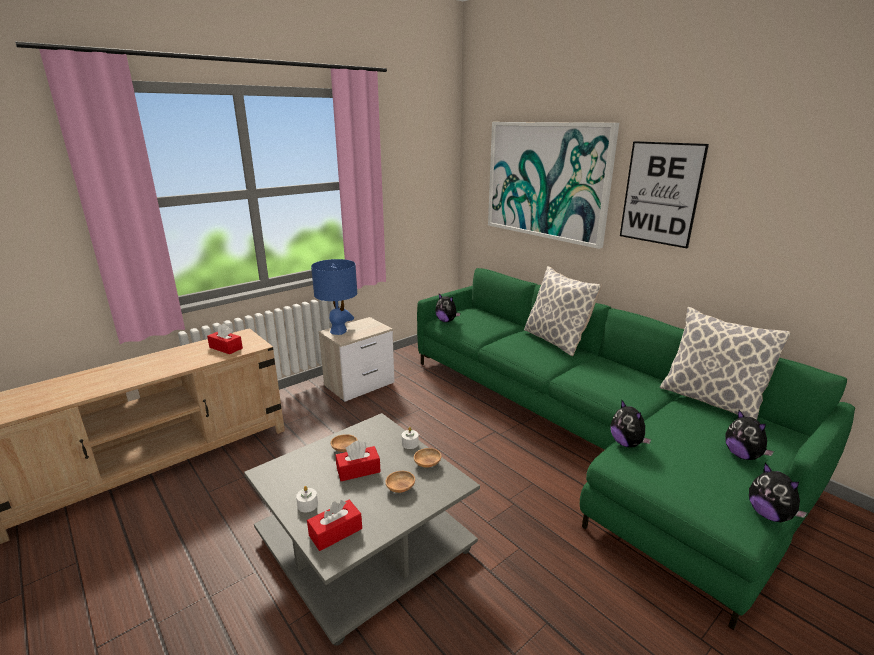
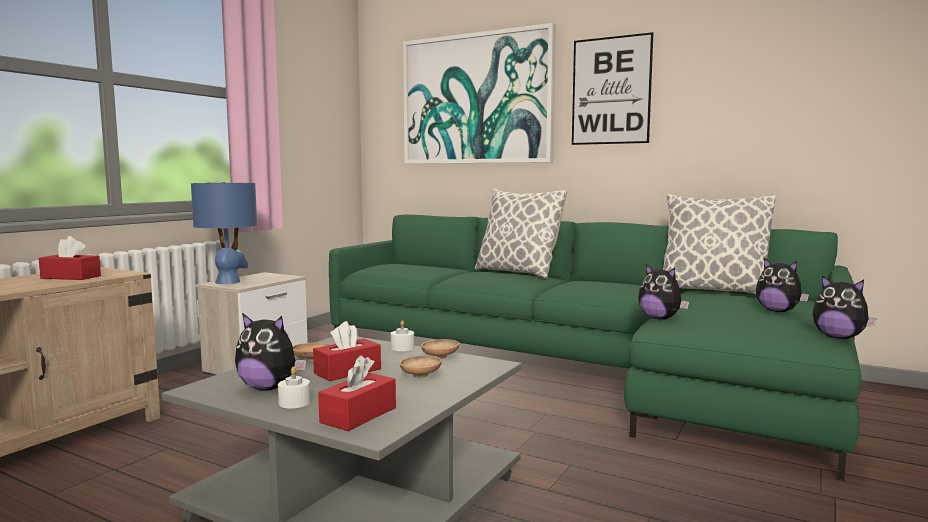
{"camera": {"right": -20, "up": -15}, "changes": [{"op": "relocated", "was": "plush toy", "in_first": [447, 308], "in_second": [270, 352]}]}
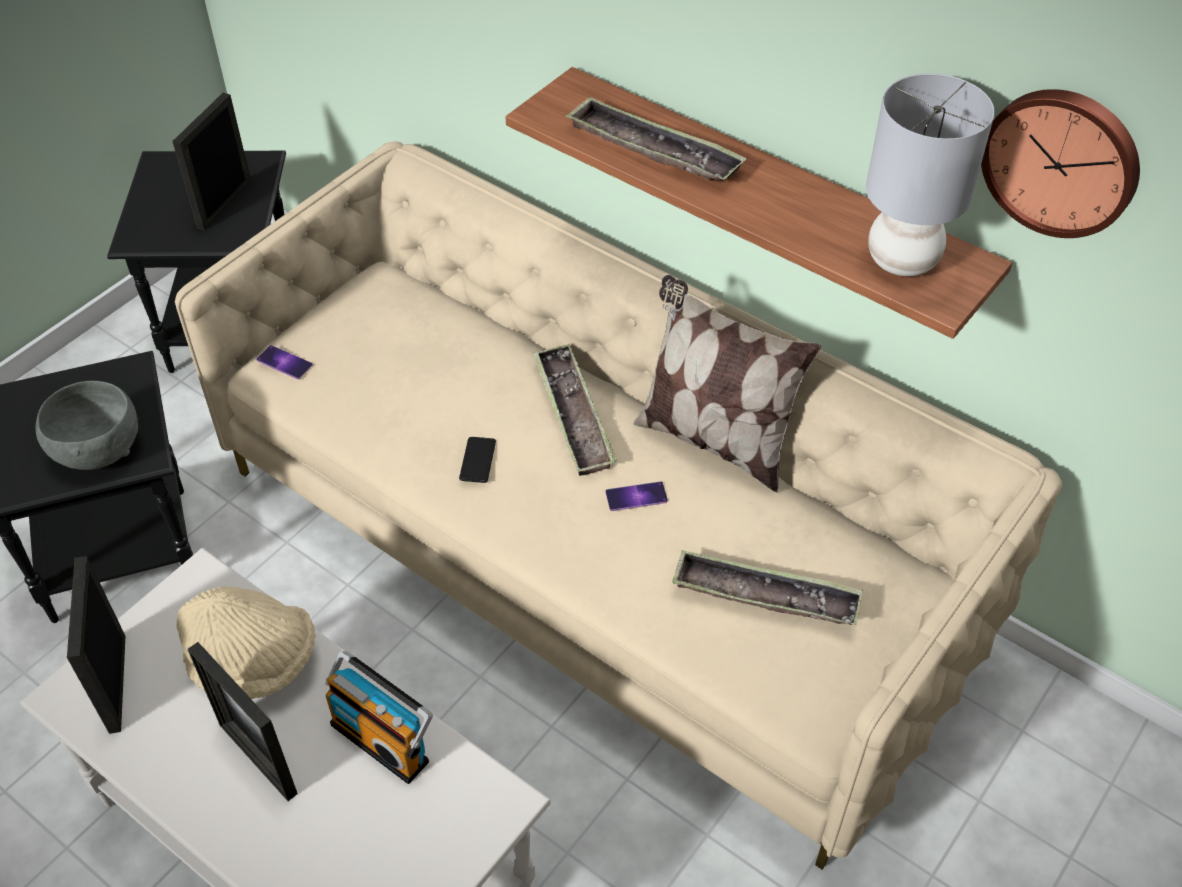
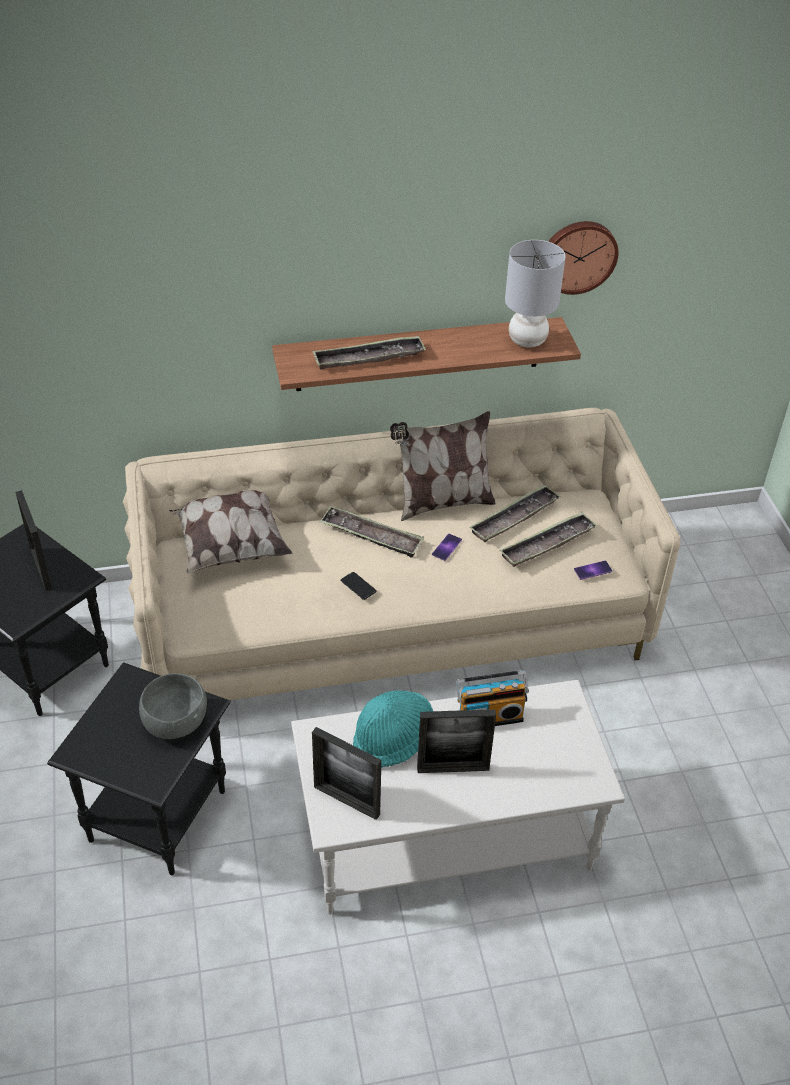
{"camera": {"right": -50, "up": -5}, "changes": [{"op": "appeared", "now": "cushion", "in_second": [231, 531]}, {"op": "appeared", "now": "serving tray", "in_second": [515, 513]}, {"op": "relocated", "was": "phone", "in_first": [284, 362], "in_second": [593, 570]}, {"op": "colour", "was": "sand-coloured hat", "now": "blue-green hat", "in_first": [246, 642], "in_second": [393, 729]}]}
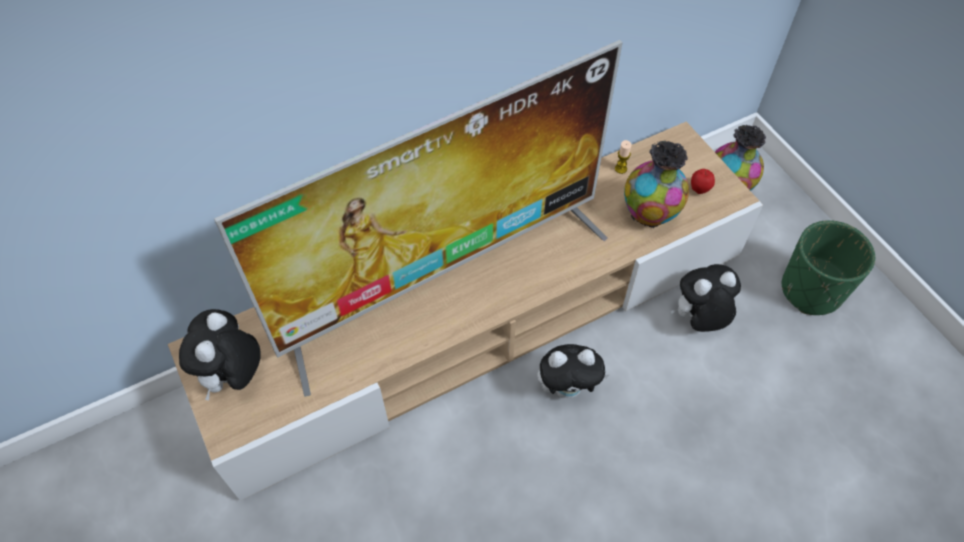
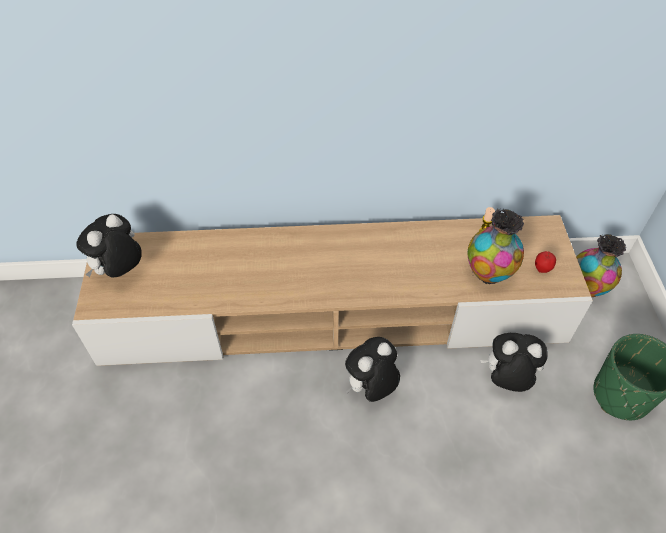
{"camera": {"right": 25, "up": -5}, "changes": [{"op": "missing", "was": "TV", "in_first": [418, 218]}, {"op": "spun", "was": "plush toy", "in_first": [573, 371], "in_second": [372, 369], "clockwise": 120}]}
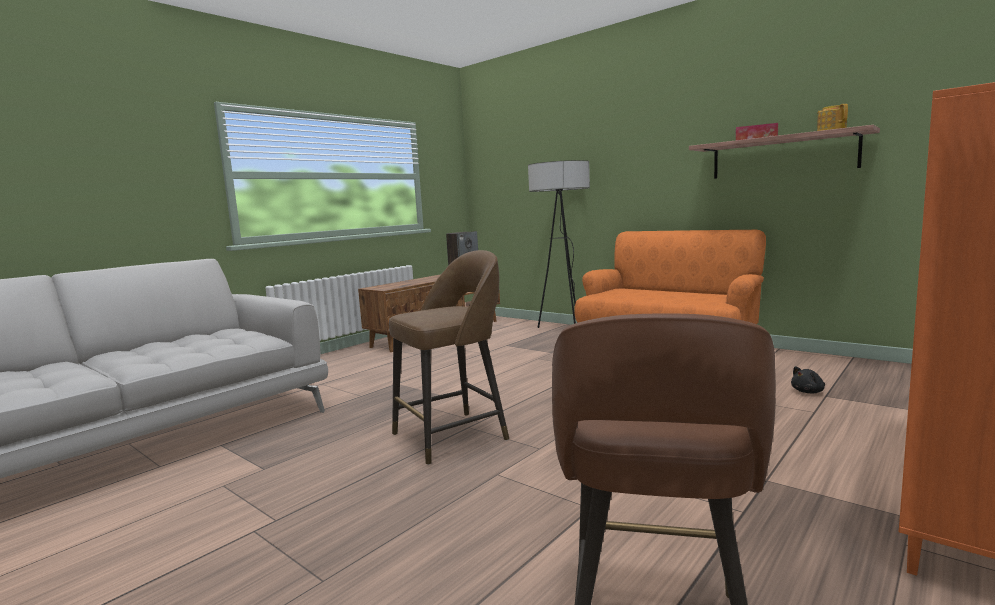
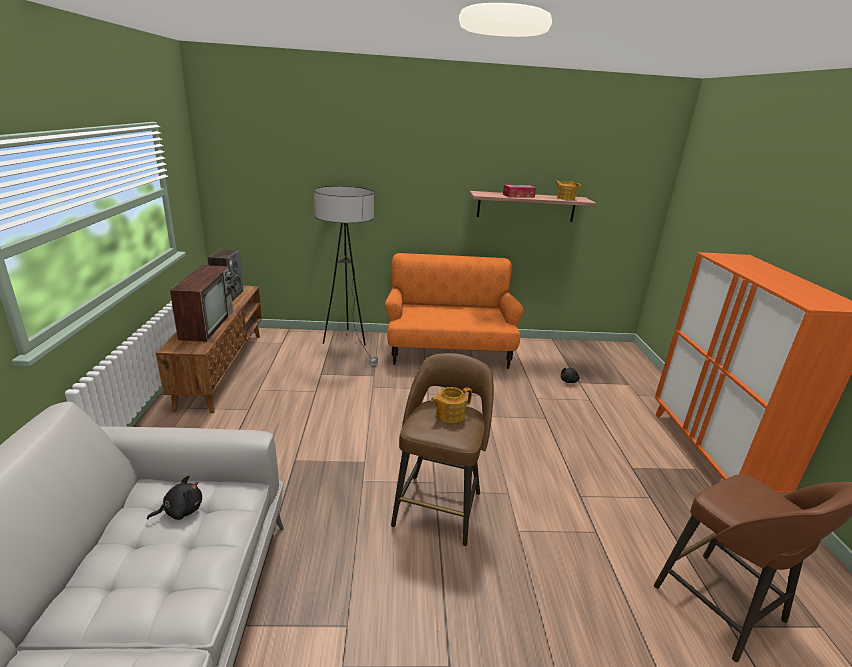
{"camera": {"right": -45, "up": 15}, "changes": [{"op": "appeared", "now": "blackish plush toy", "in_second": [174, 497]}, {"op": "appeared", "now": "TV", "in_second": [202, 303]}, {"op": "appeared", "now": "tea pot", "in_second": [451, 405]}]}
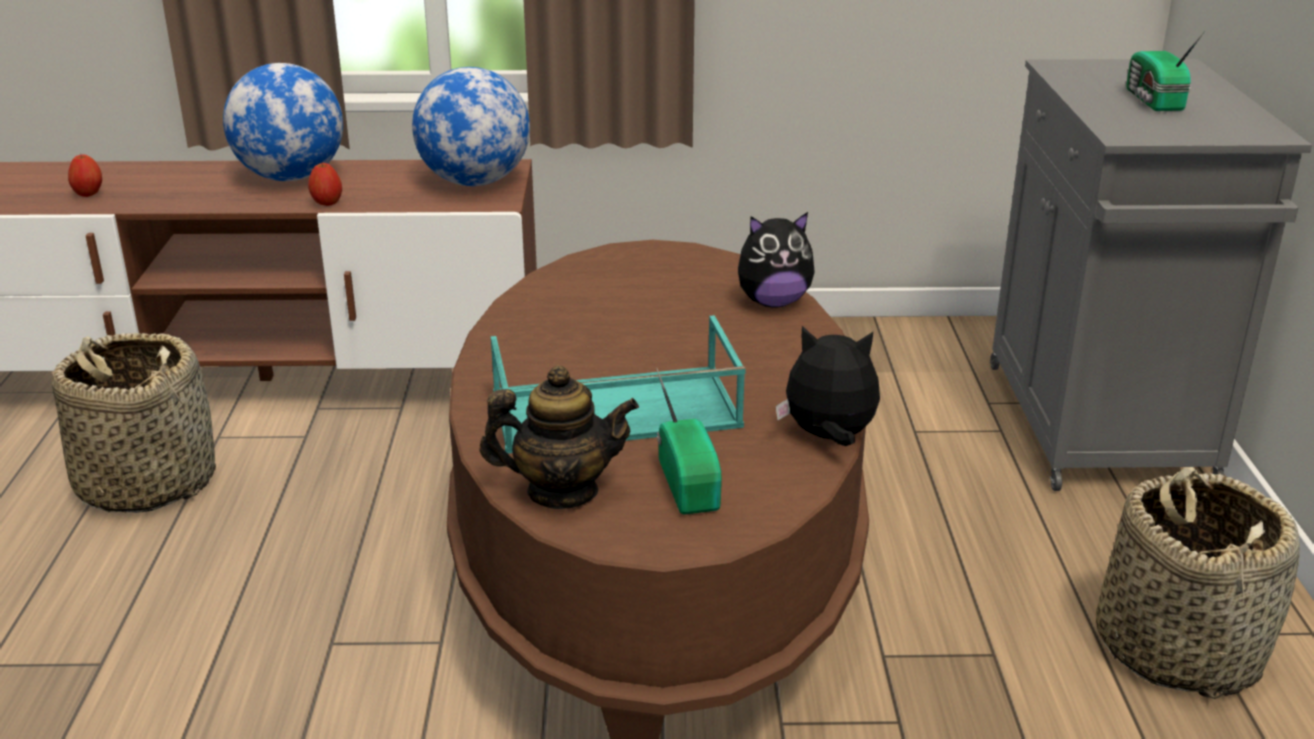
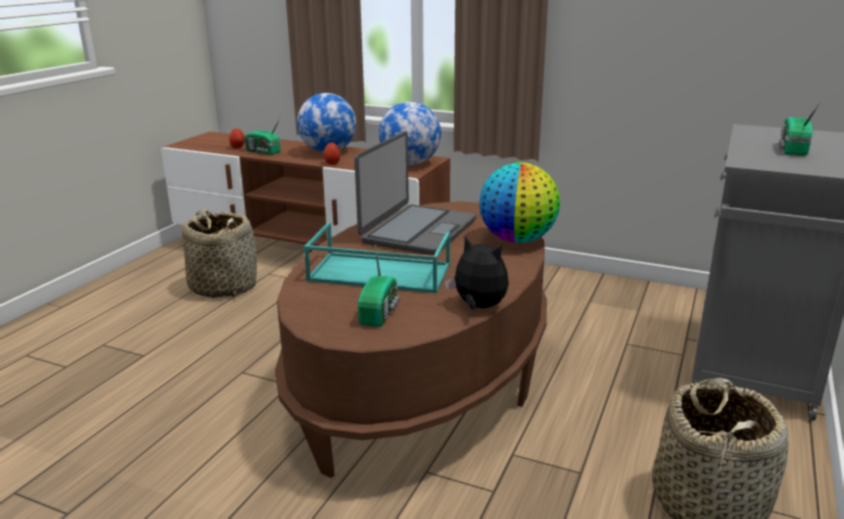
{"camera": {"right": 25, "up": -5}, "changes": [{"op": "missing", "was": "tea pot", "in_first": [559, 437]}, {"op": "appeared", "now": "radio set", "in_second": [262, 137]}, {"op": "appeared", "now": "portable computer", "in_second": [415, 193]}, {"op": "exchanged", "was": "plush toy", "now": "world globe", "in_first": [776, 259], "in_second": [519, 202]}]}
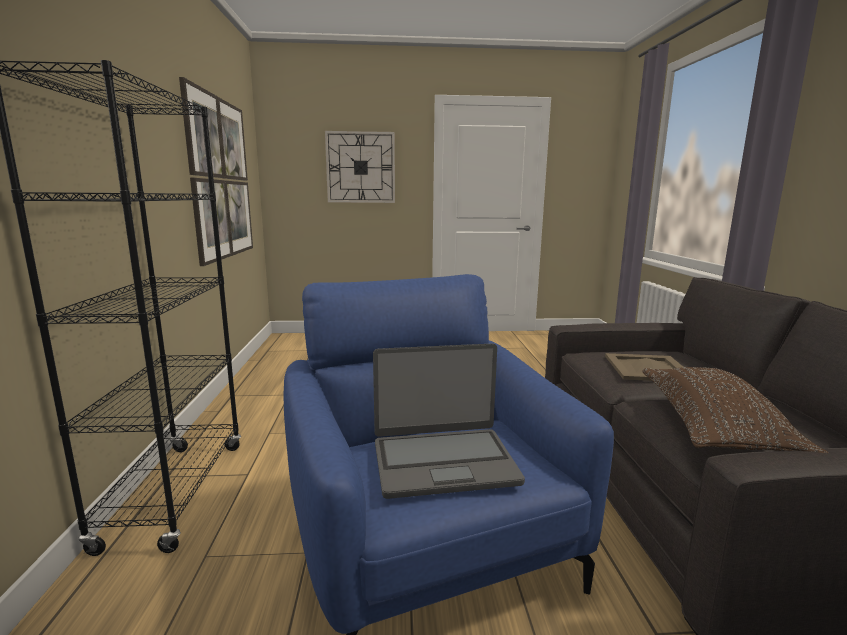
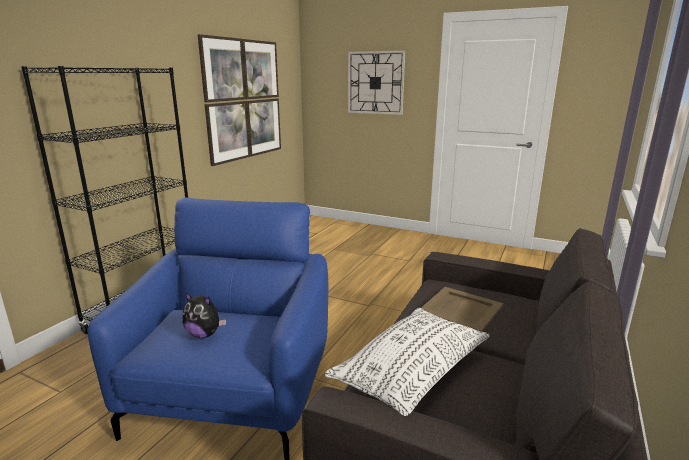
{"camera": {"right": 30, "up": 5}, "changes": [{"op": "exchanged", "was": "portable computer", "now": "plush toy", "in_first": [449, 421], "in_second": [204, 315]}, {"op": "colour", "was": "brownish cushion", "now": "whitish cushion", "in_first": [735, 410], "in_second": [407, 362]}]}
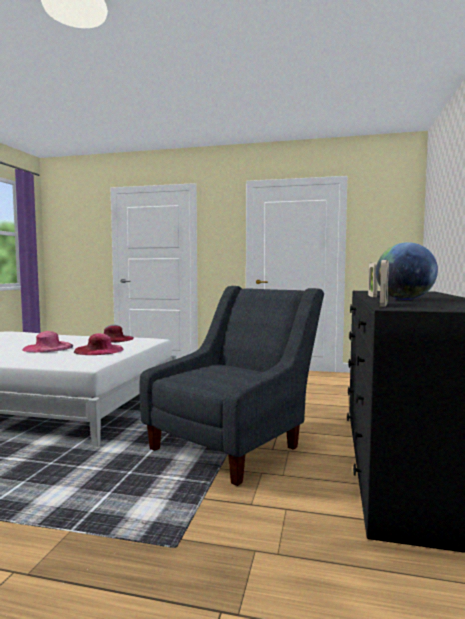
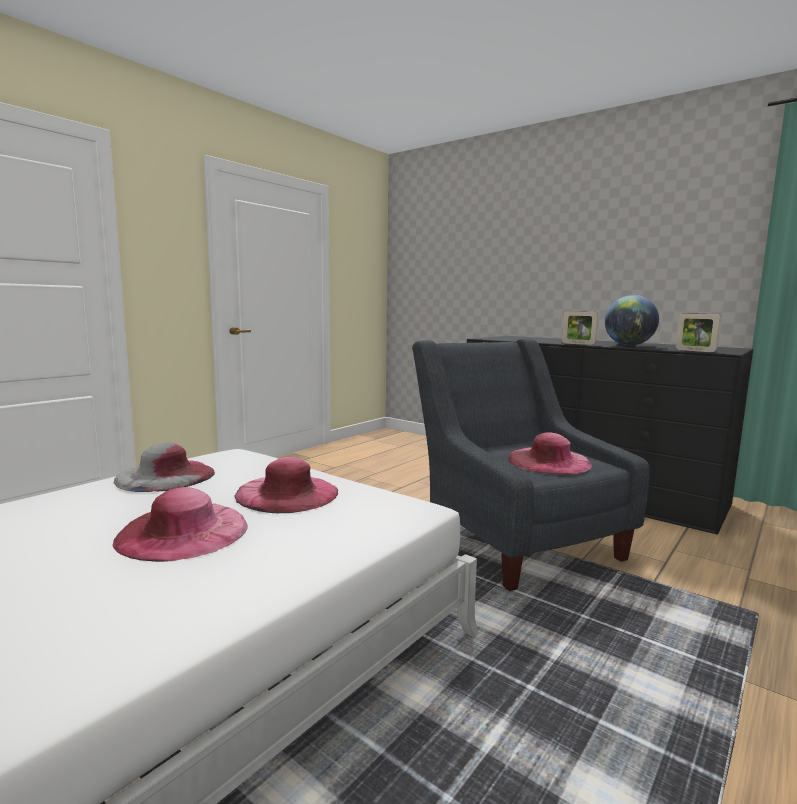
{"camera": {"right": -65, "up": 5}, "changes": [{"op": "appeared", "now": "pink hat", "in_second": [550, 453]}]}
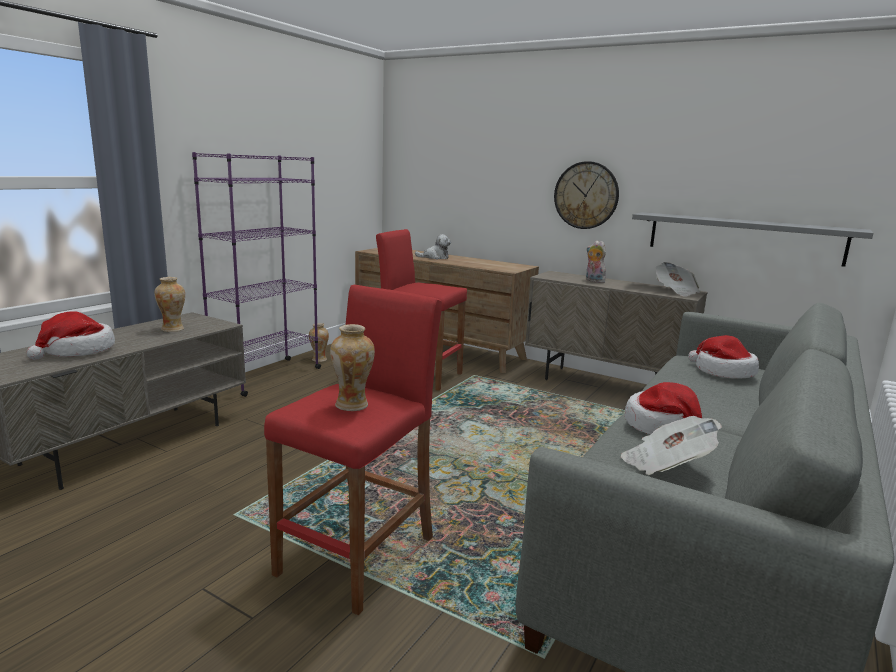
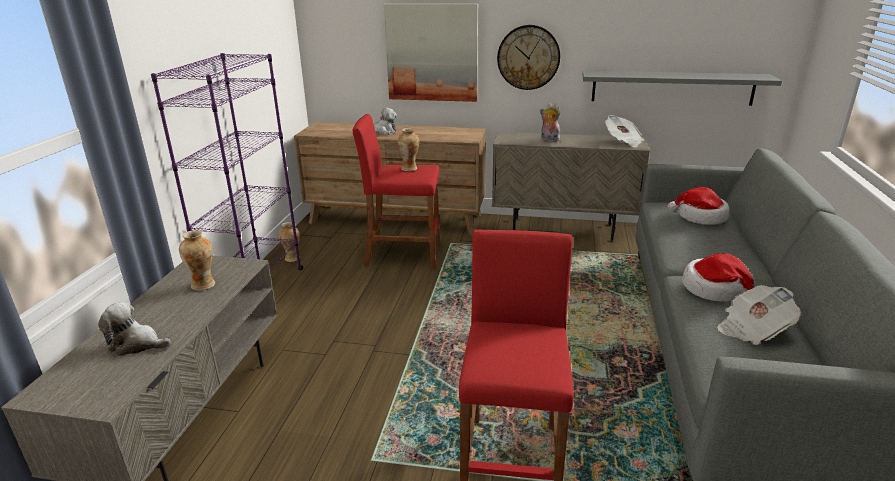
{"camera": {"right": -20, "up": 10}, "changes": [{"op": "appeared", "now": "picture", "in_second": [431, 53]}, {"op": "relocated", "was": "flower vase", "in_first": [352, 367], "in_second": [408, 149]}, {"op": "exchanged", "was": "hat", "now": "plush toy", "in_first": [71, 335], "in_second": [134, 329]}]}
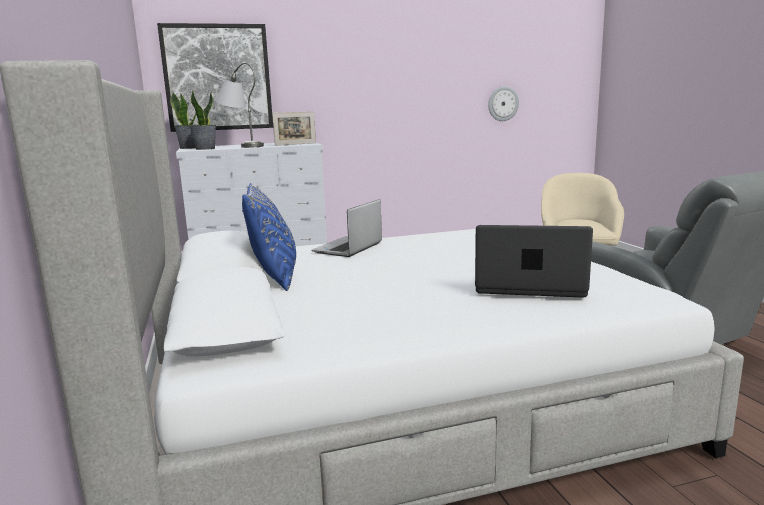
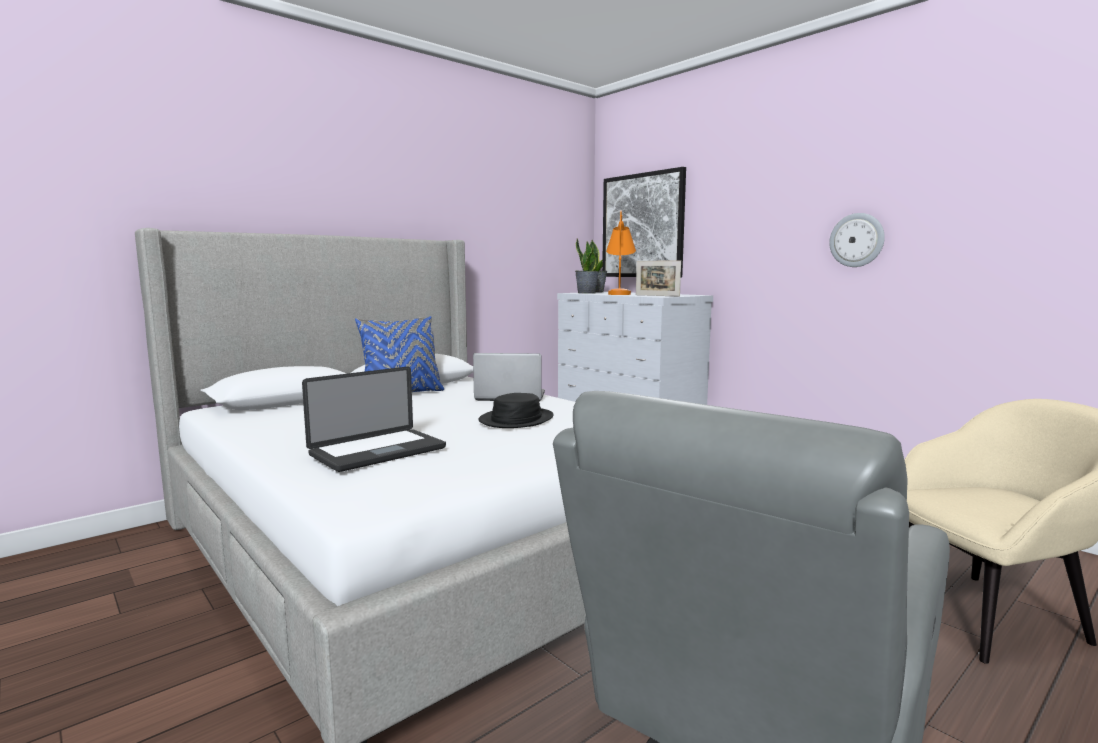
{"camera": {"right": 65, "up": -5}, "changes": [{"op": "appeared", "now": "blackish hat", "in_second": [516, 410]}, {"op": "relocated", "was": "wall clock", "in_first": [503, 103], "in_second": [857, 240]}, {"op": "colour", "was": "grey table lamp", "now": "orange table lamp", "in_first": [239, 105], "in_second": [621, 253]}, {"op": "spun", "was": "portable computer", "in_first": [534, 261], "in_second": [374, 419], "clockwise": 60}]}
